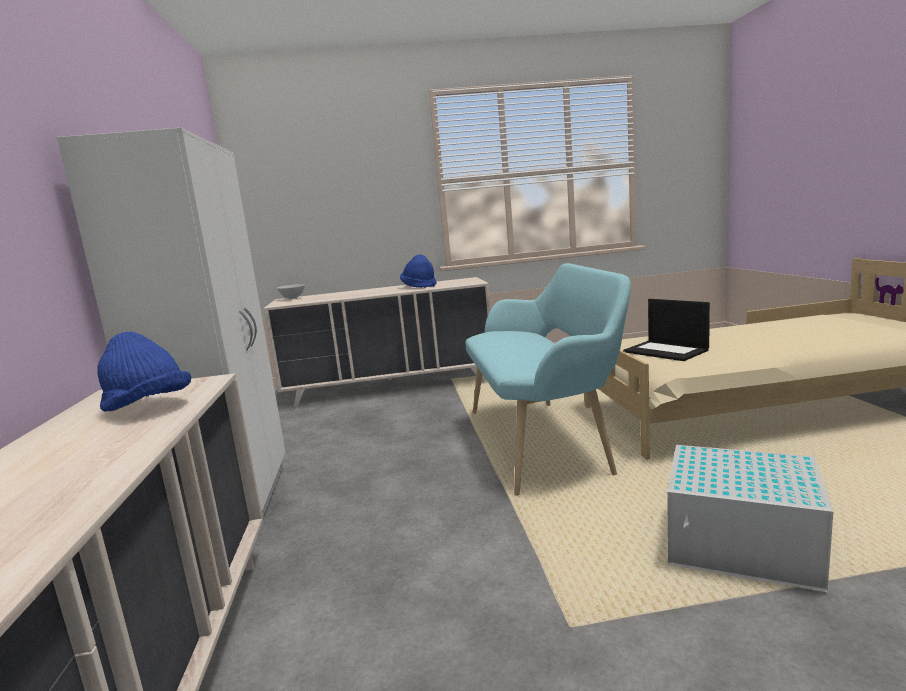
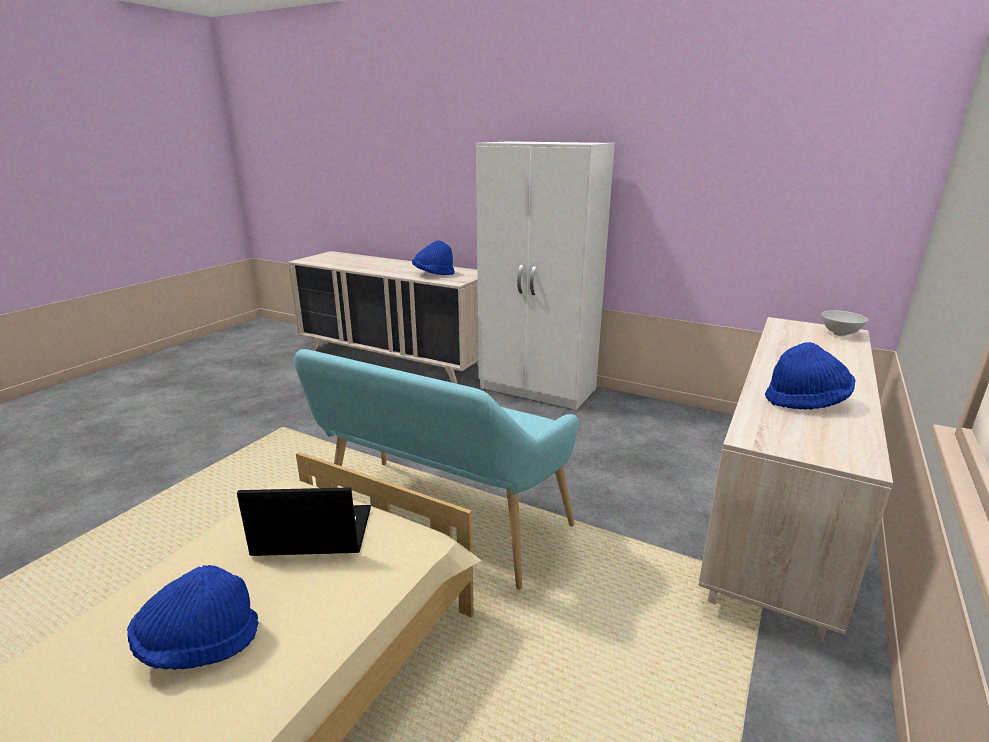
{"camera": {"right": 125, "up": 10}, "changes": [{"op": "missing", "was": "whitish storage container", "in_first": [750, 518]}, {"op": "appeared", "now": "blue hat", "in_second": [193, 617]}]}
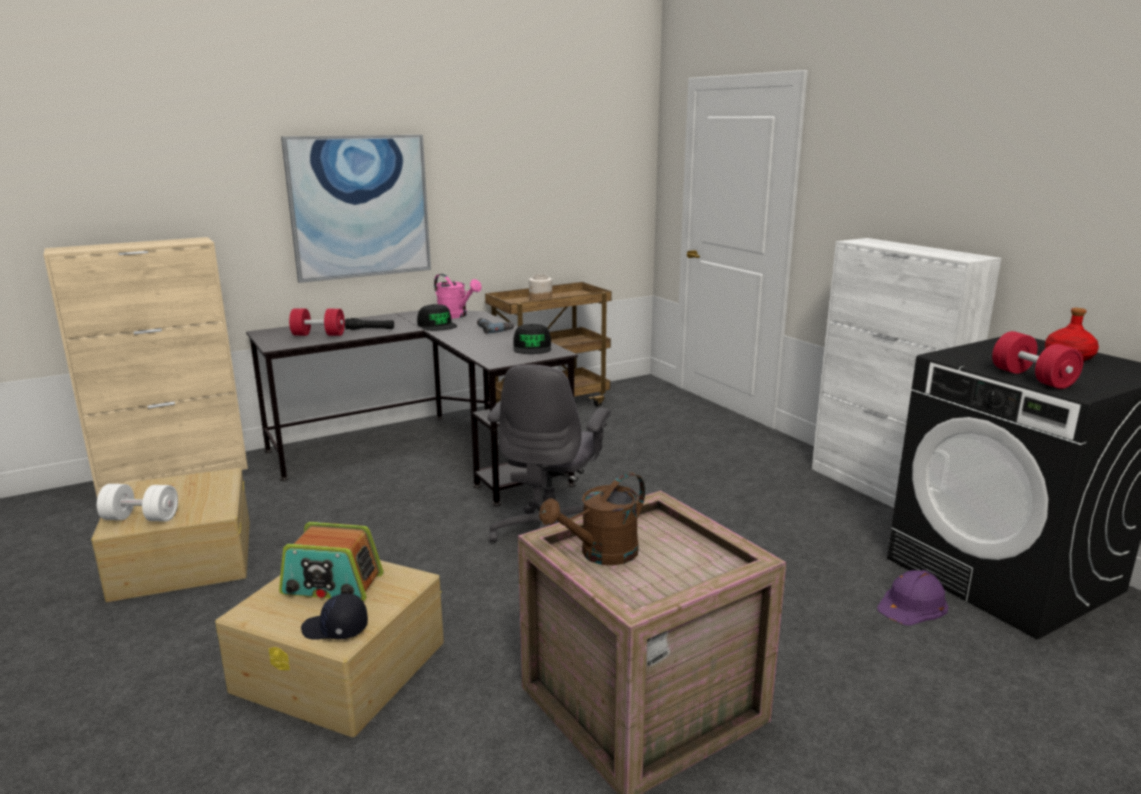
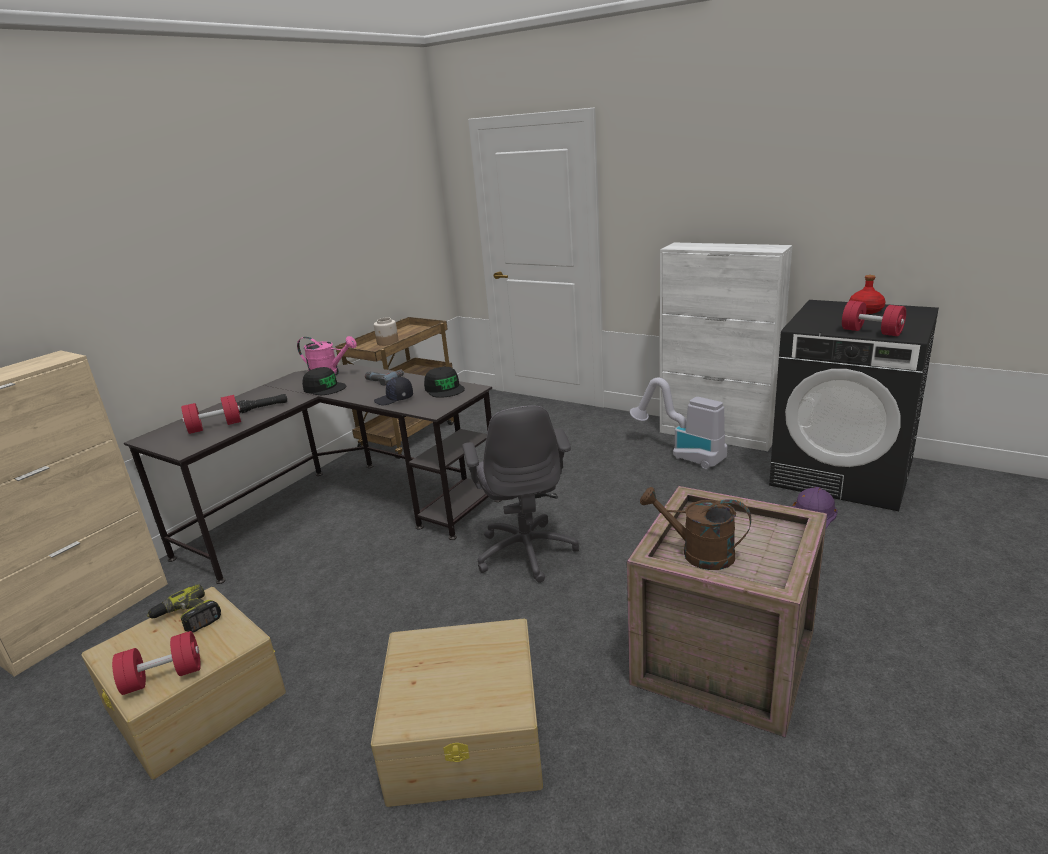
{"camera": {"right": -25, "up": 5}, "changes": [{"op": "missing", "was": "radio set", "in_first": [331, 561]}, {"op": "missing", "was": "picture", "in_first": [356, 209]}, {"op": "appeared", "now": "electric drill", "in_second": [184, 608]}, {"op": "appeared", "now": "hoover", "in_second": [678, 423]}, {"op": "relocated", "was": "blackish peaked cap", "in_first": [334, 616], "in_second": [393, 391]}, {"op": "colour", "was": "whitish free weight", "now": "red-coloured free weight", "in_first": [137, 503], "in_second": [156, 663]}, {"op": "spun", "was": "brownish watering can", "in_first": [592, 518], "in_second": [695, 528], "clockwise": 90}]}
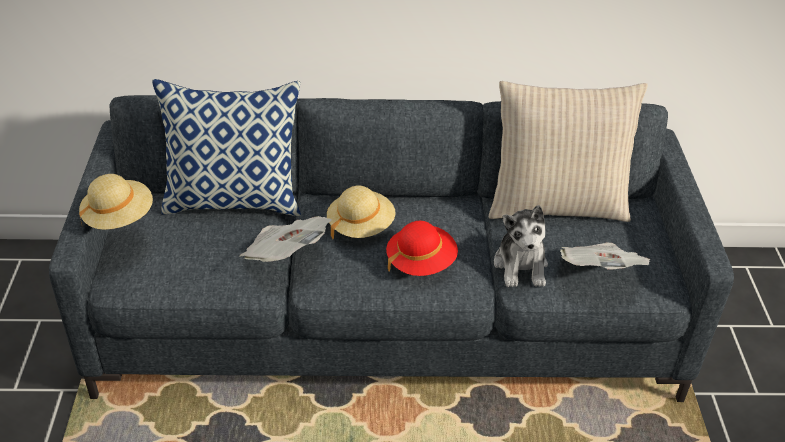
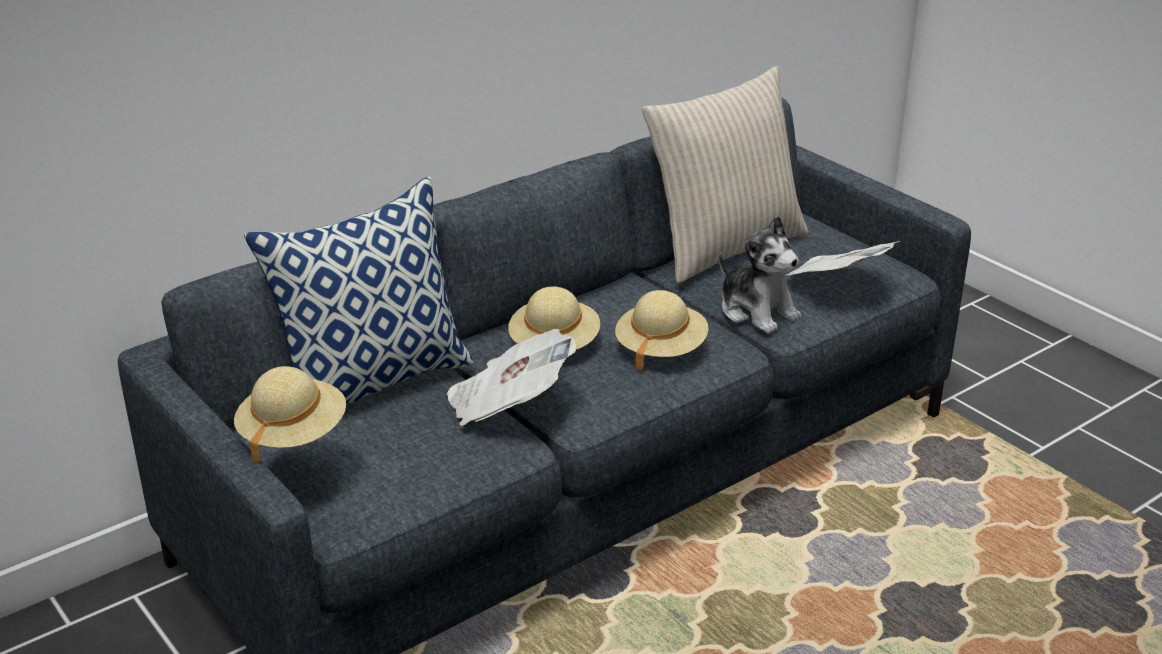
{"camera": {"right": -35, "up": -10}, "changes": [{"op": "colour", "was": "red-coloured hat", "now": "sand-coloured hat", "in_first": [422, 248], "in_second": [662, 331]}]}
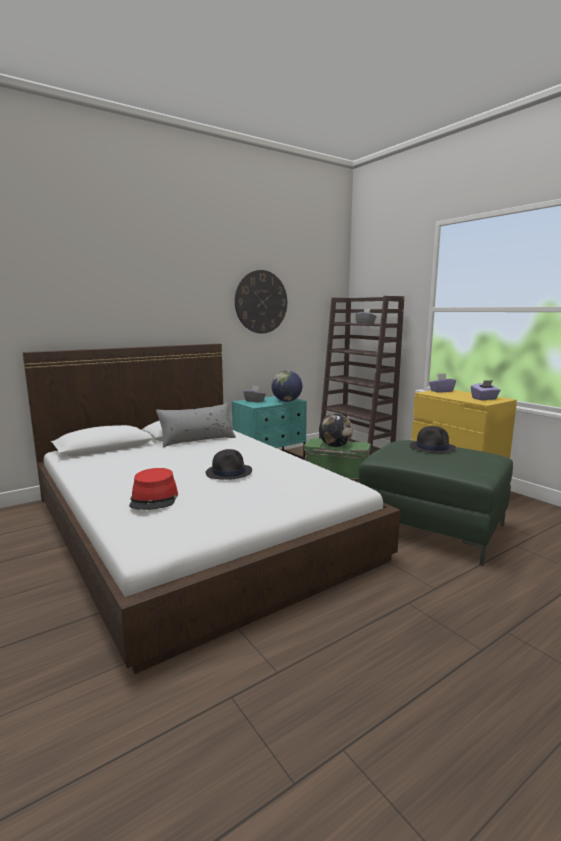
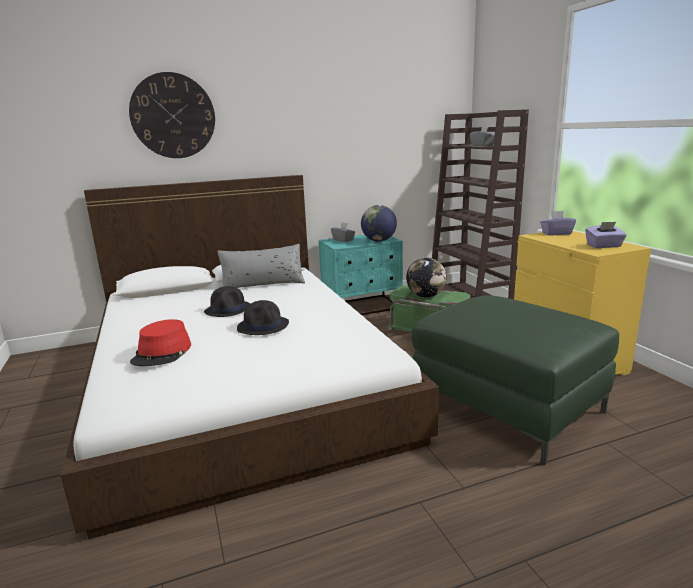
{"camera": {"right": 15, "up": 5}, "changes": [{"op": "relocated", "was": "wall clock", "in_first": [261, 302], "in_second": [172, 115]}, {"op": "relocated", "was": "blackish hat", "in_first": [433, 439], "in_second": [227, 301]}]}
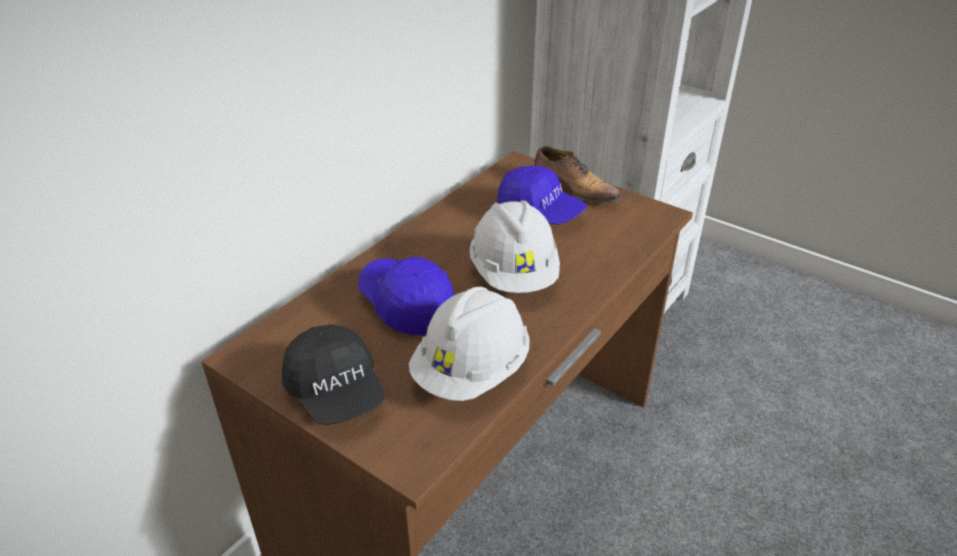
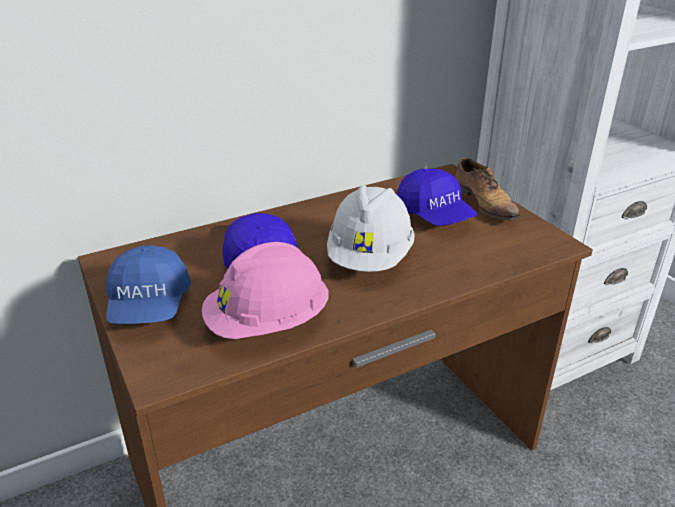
{"camera": {"right": 25, "up": -5}, "changes": [{"op": "colour", "was": "blackish peaked cap", "now": "blue peaked cap", "in_first": [333, 374], "in_second": [148, 284]}, {"op": "colour", "was": "whitish hard hat", "now": "pink hard hat", "in_first": [469, 344], "in_second": [265, 290]}]}
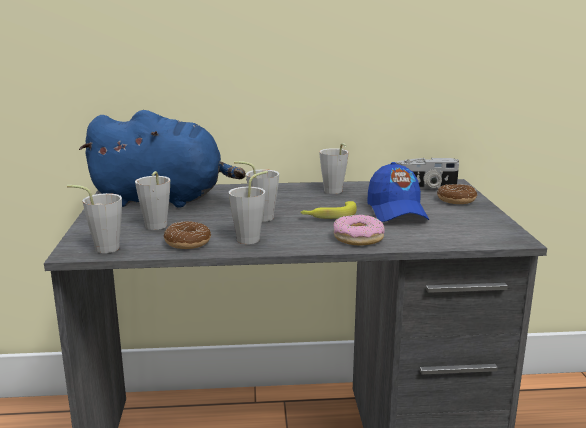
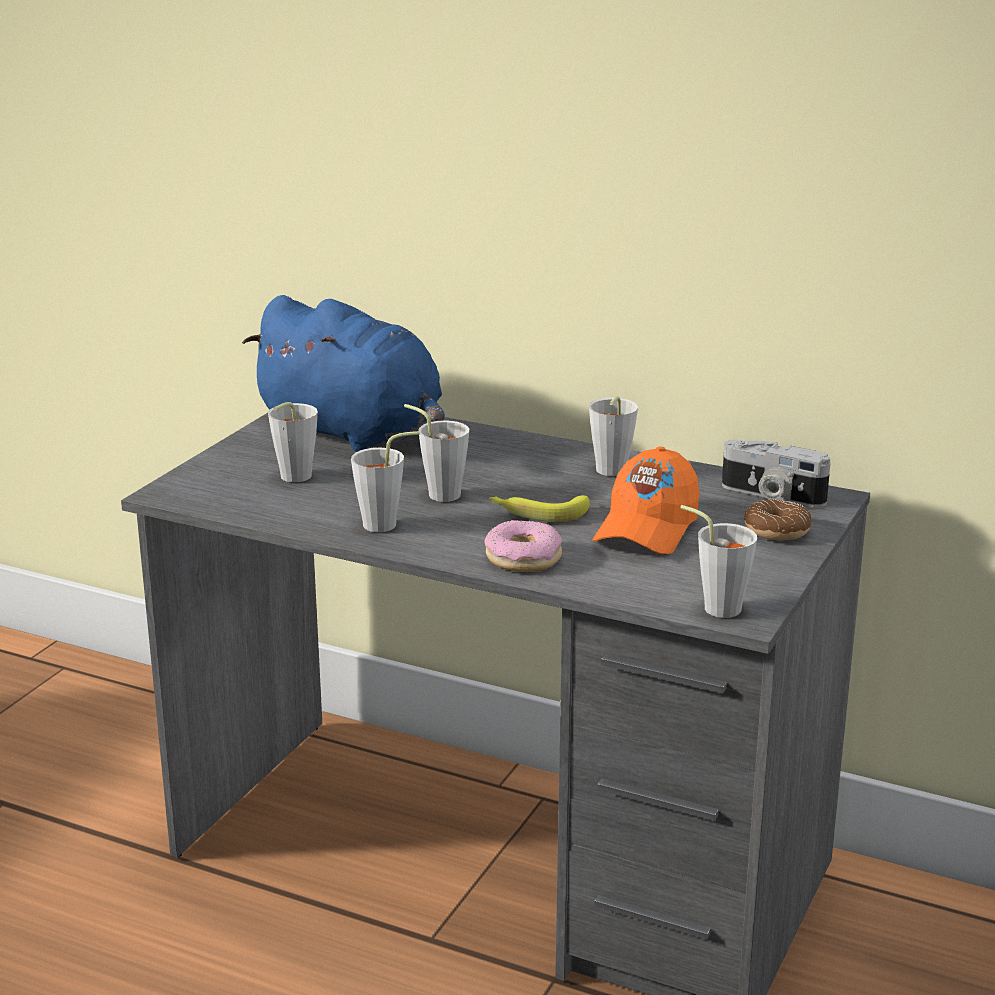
{"camera": {"right": 30, "up": 5}, "changes": [{"op": "missing", "was": "ring doughnut", "in_first": [187, 235]}, {"op": "relocated", "was": "grey drinking cup", "in_first": [94, 219], "in_second": [718, 561]}, {"op": "colour", "was": "blue peaked cap", "now": "orange peaked cap", "in_first": [398, 192], "in_second": [646, 500]}]}
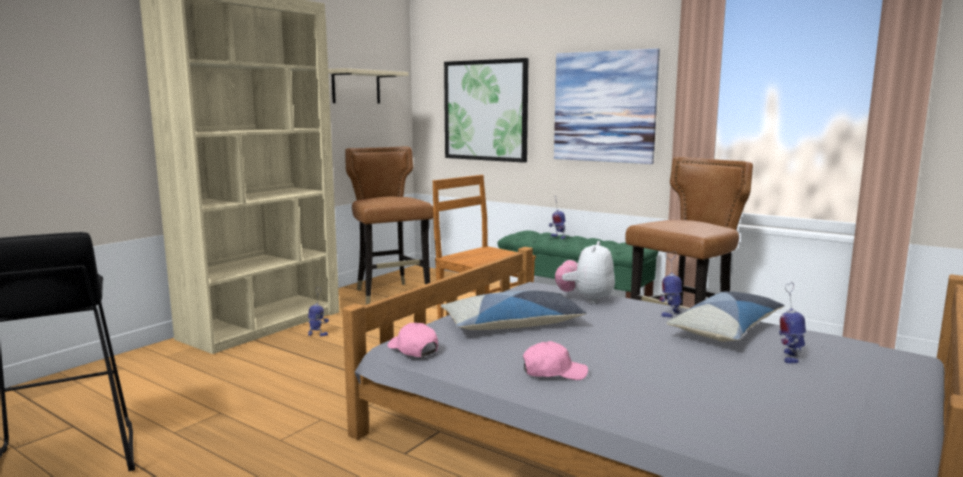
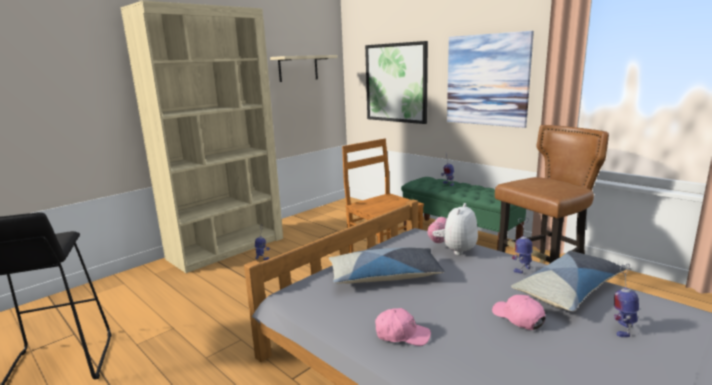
{"camera": {"right": 10, "up": 5}, "changes": [{"op": "missing", "was": "brownish plain chair", "in_first": [389, 225]}, {"op": "relocated", "was": "pink peaked cap", "in_first": [412, 340], "in_second": [519, 312]}]}
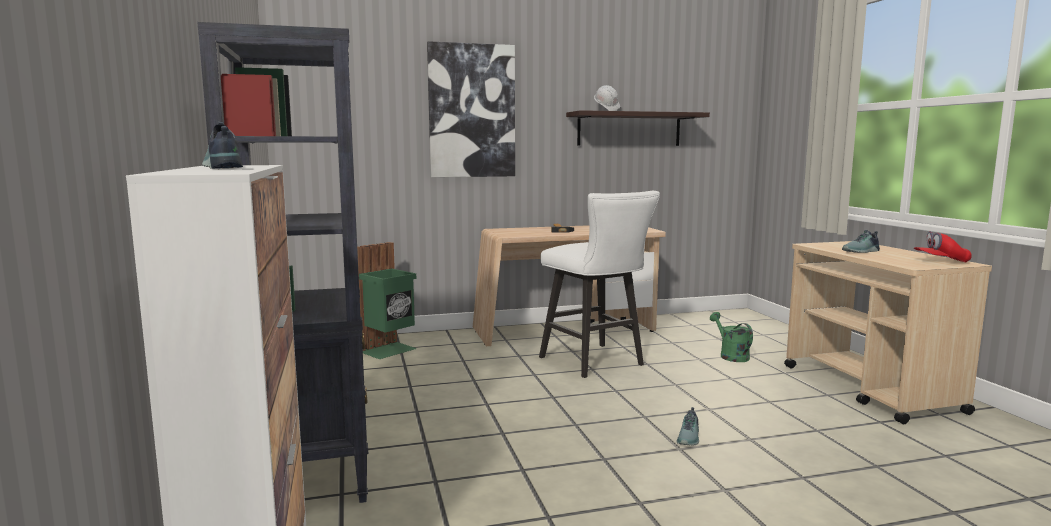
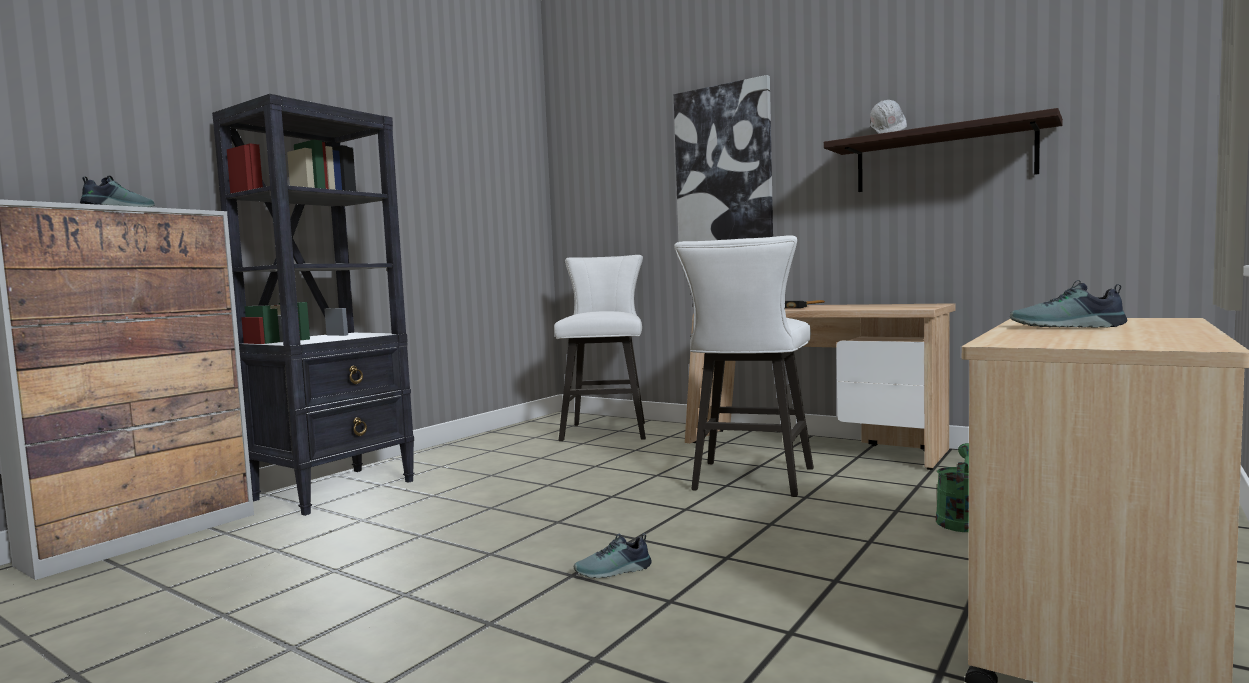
{"camera": {"right": 50, "up": -5}, "changes": [{"op": "missing", "was": "red-coloured peaked cap", "in_first": [943, 246]}, {"op": "exchanged", "was": "green rubbish bin", "now": "whitish stool seat", "in_first": [387, 300], "in_second": [600, 348]}]}
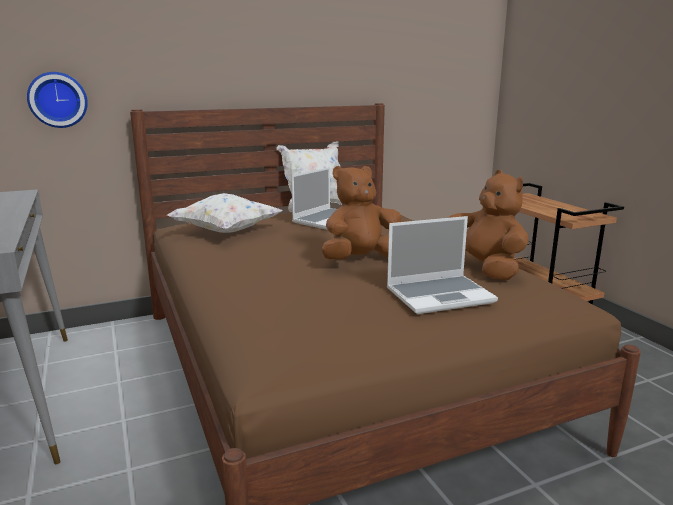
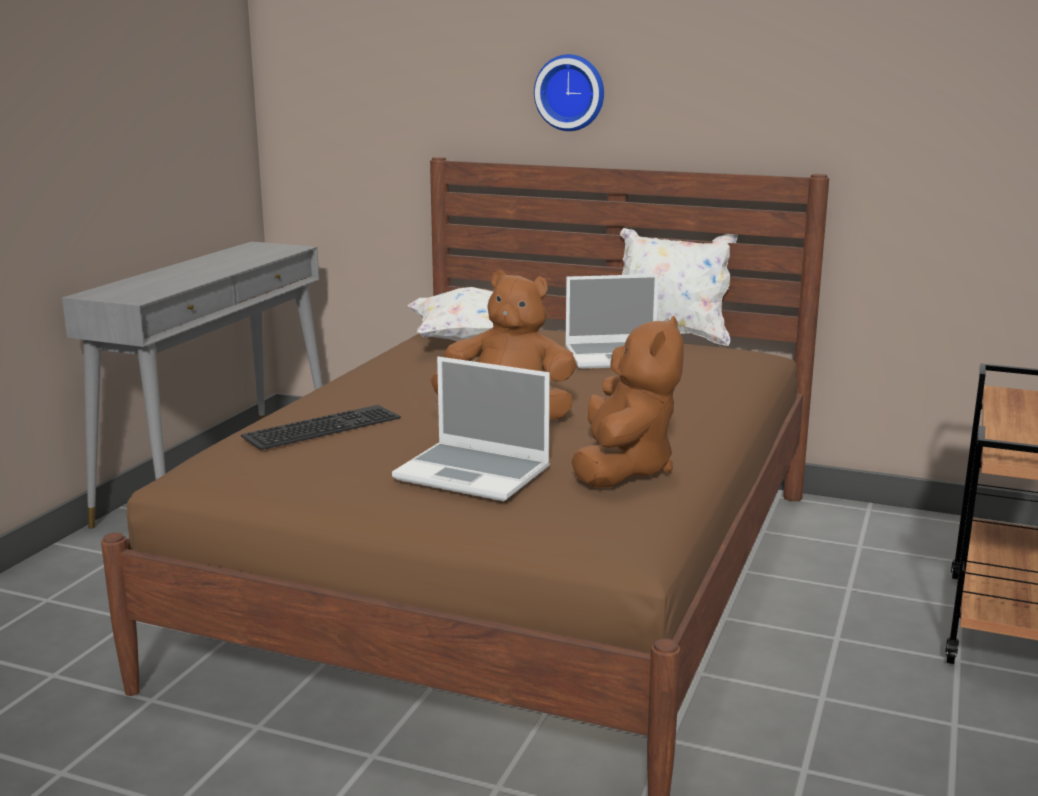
{"camera": {"right": 45, "up": 0}, "changes": [{"op": "appeared", "now": "computer keyboard", "in_second": [321, 427]}, {"op": "relocated", "was": "wall clock", "in_first": [57, 100], "in_second": [569, 92]}]}
